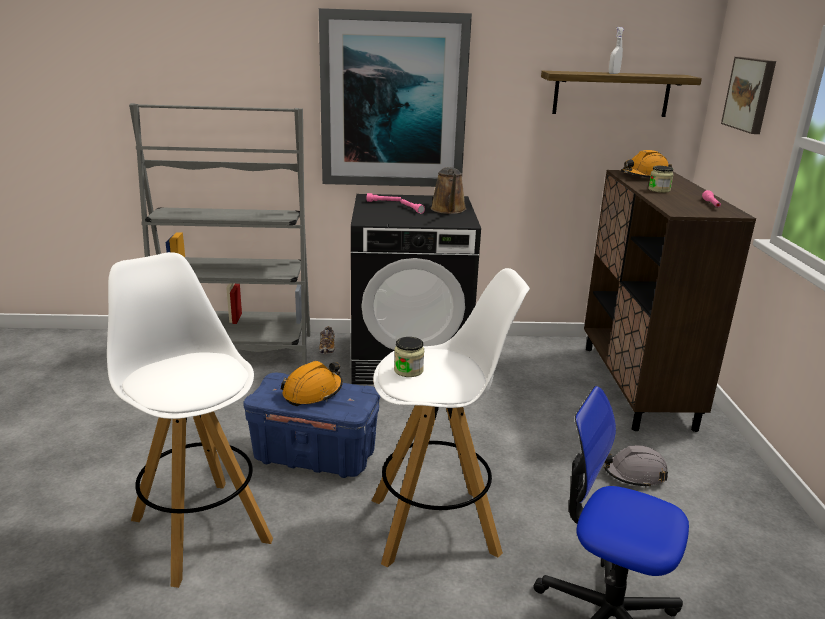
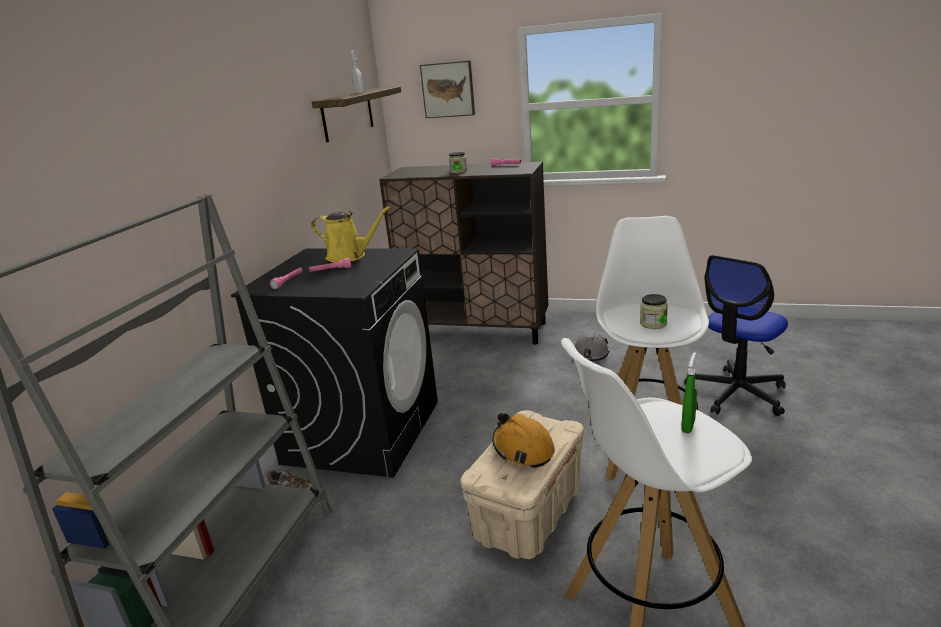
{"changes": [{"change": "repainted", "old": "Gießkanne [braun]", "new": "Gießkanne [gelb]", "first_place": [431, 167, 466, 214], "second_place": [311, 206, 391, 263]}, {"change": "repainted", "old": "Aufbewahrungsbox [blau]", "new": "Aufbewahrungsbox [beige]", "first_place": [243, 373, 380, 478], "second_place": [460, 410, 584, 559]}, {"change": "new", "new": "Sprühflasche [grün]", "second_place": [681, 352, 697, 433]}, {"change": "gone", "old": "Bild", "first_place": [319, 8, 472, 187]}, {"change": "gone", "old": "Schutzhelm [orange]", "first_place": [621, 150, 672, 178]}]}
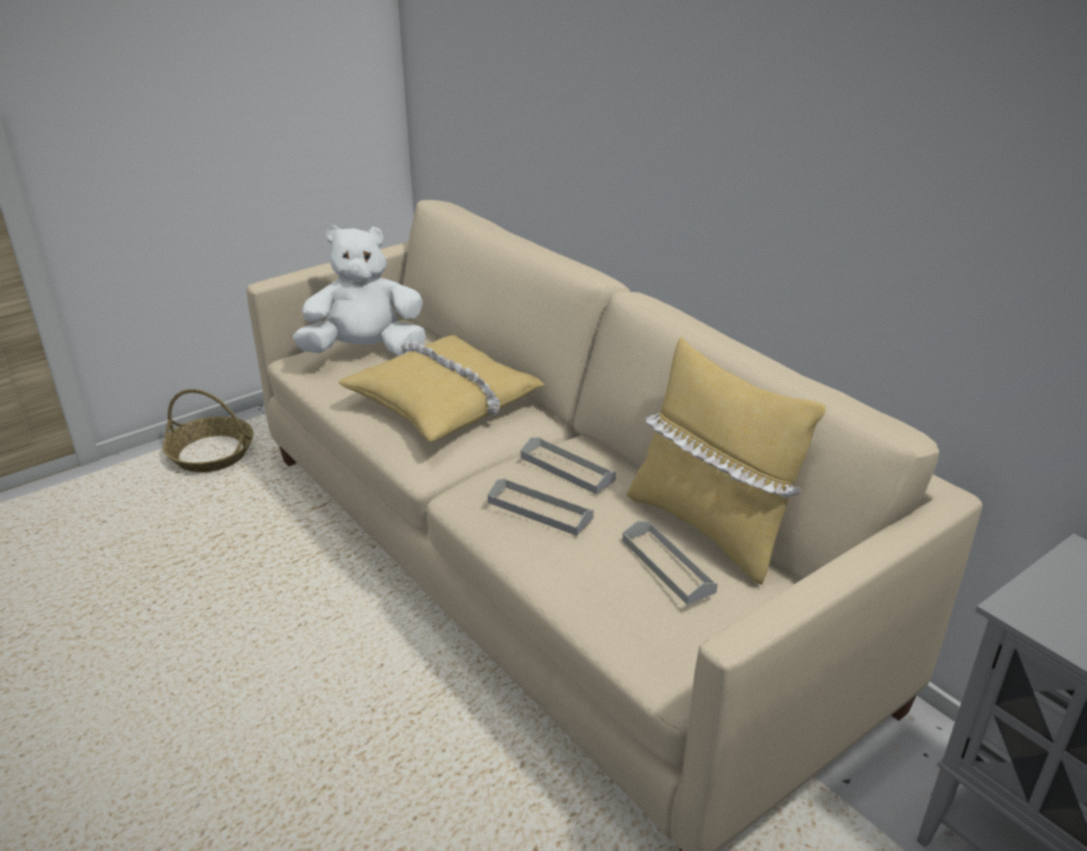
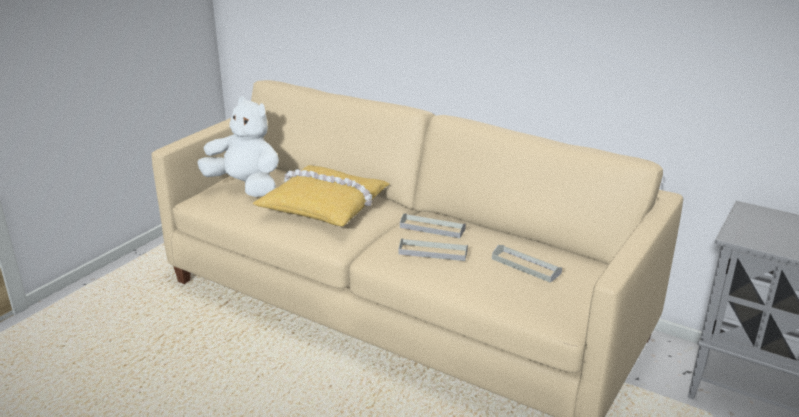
{"changes": [{"change": "rotated", "old": "Plüschtier [weiß]", "first_place": [293, 225, 426, 356], "second_place": [197, 96, 279, 197], "degrees": 60}, {"change": "gone", "old": "Korb", "first_place": [162, 389, 254, 472]}, {"change": "gone", "old": "Kissen [gelb]", "first_place": [627, 337, 826, 585]}]}
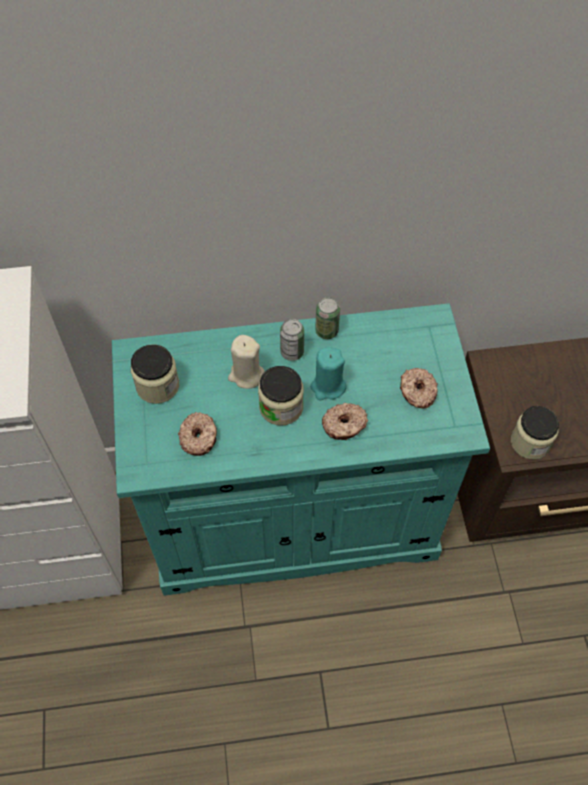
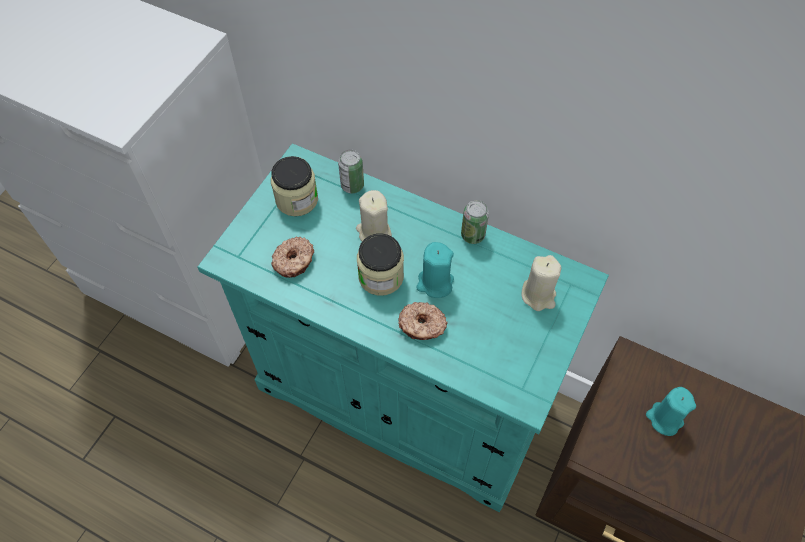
{"changes": [{"change": "shifted", "old": "Dose", "first_place": [280, 319, 304, 361], "second_place": [338, 150, 364, 193]}, {"change": "new", "new": "Kerze [beige]", "second_place": [522, 255, 561, 311]}, {"change": "new", "new": "Kerze [türkis]", "second_place": [646, 387, 696, 436]}, {"change": "gone", "old": "Donut", "first_place": [400, 368, 438, 409]}, {"change": "gone", "old": "Vorratsglas", "first_place": [511, 406, 559, 459]}]}
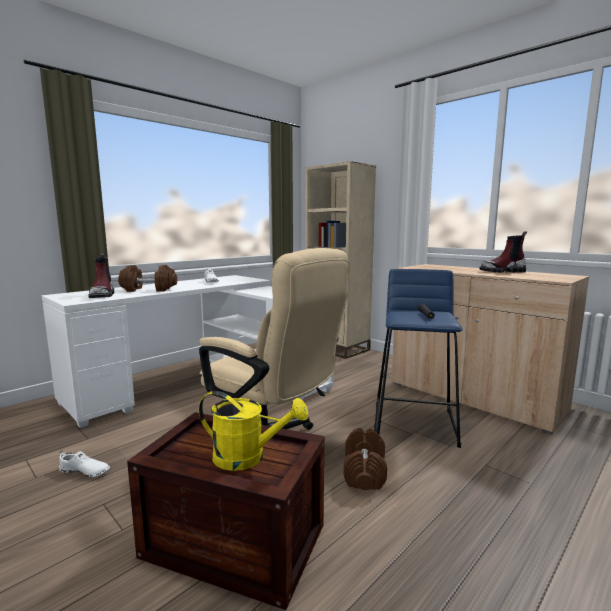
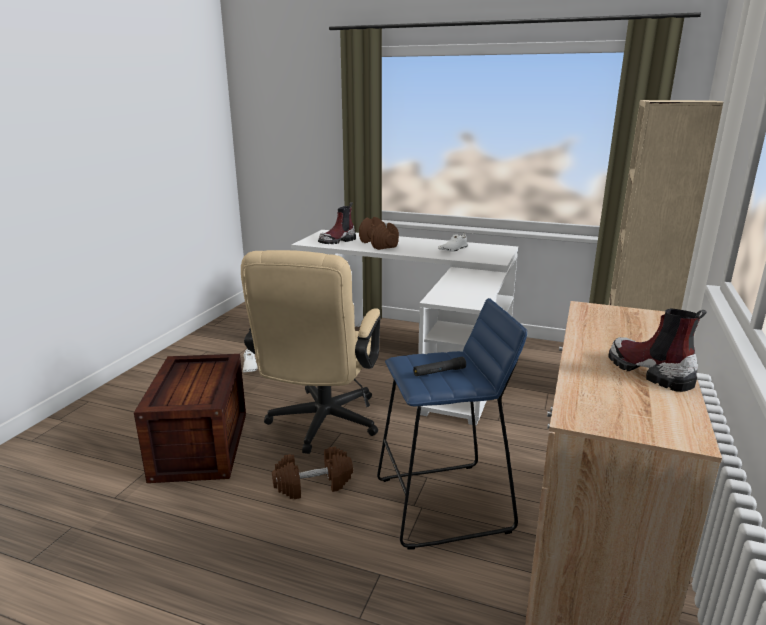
{"changes": [{"change": "gone", "old": "Gießkanne [gelb]", "first_place": [199, 391, 308, 471]}]}
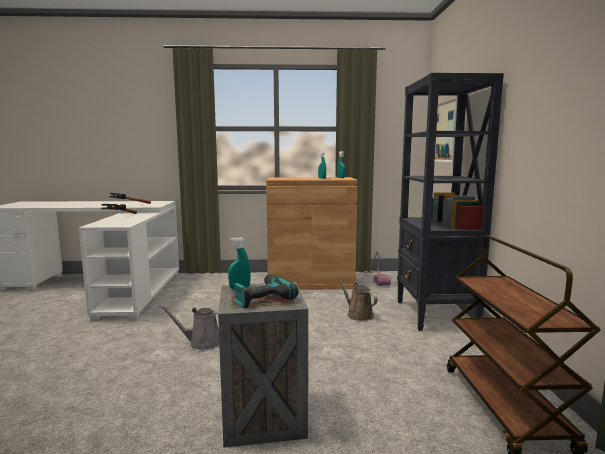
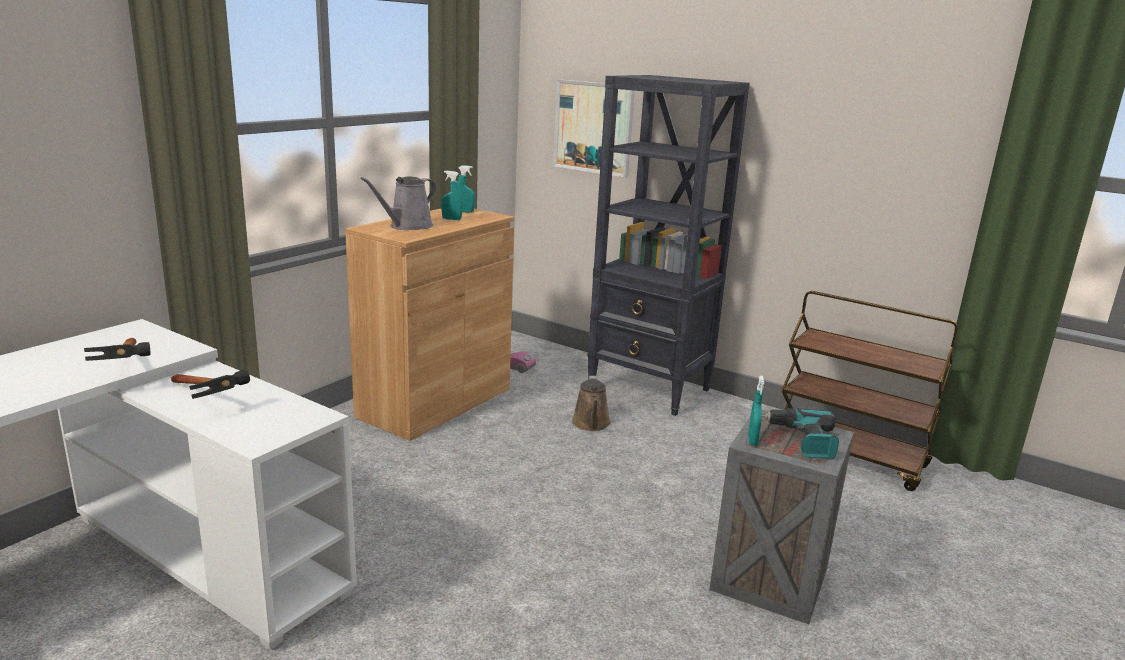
{"changes": [{"change": "shifted", "old": "Gießkanne [grau]", "first_place": [159, 305, 219, 350], "second_place": [360, 176, 436, 230]}, {"change": "rotated", "old": "Gießkanne [braun]", "first_place": [336, 274, 378, 321], "second_place": [572, 376, 611, 431], "degrees": -90}]}
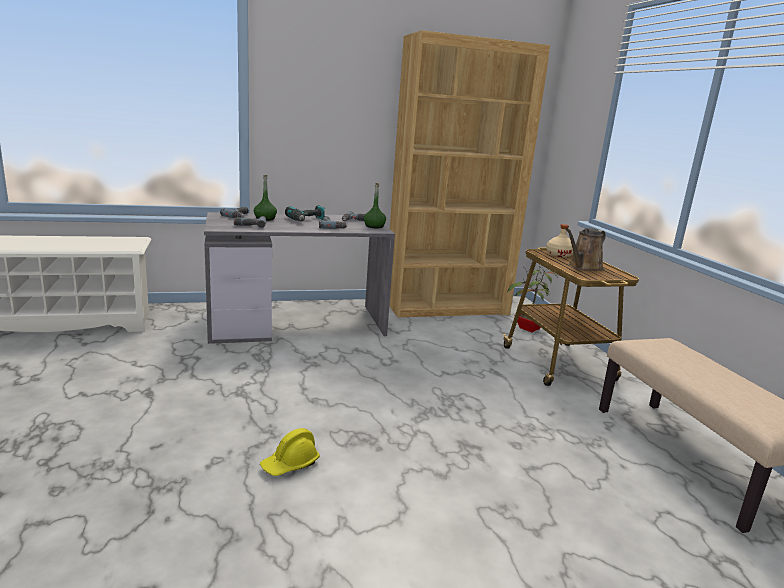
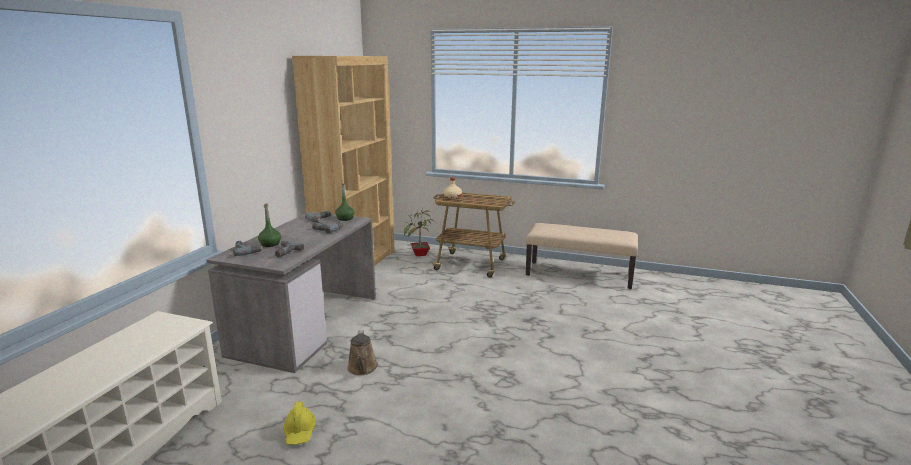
{"changes": [{"change": "shifted", "old": "Schutzhelm [gelb]", "first_place": [260, 428, 320, 476], "second_place": [283, 401, 316, 445]}, {"change": "shifted", "old": "Gießkanne [braun]", "first_place": [566, 228, 606, 271], "second_place": [347, 330, 378, 375]}, {"change": "gone", "old": "Bohrmaschine", "first_place": [285, 205, 325, 221]}]}
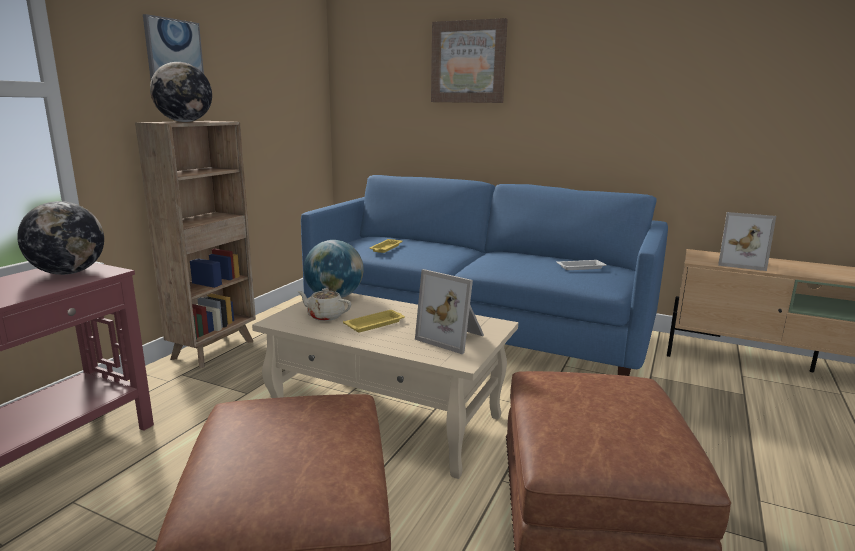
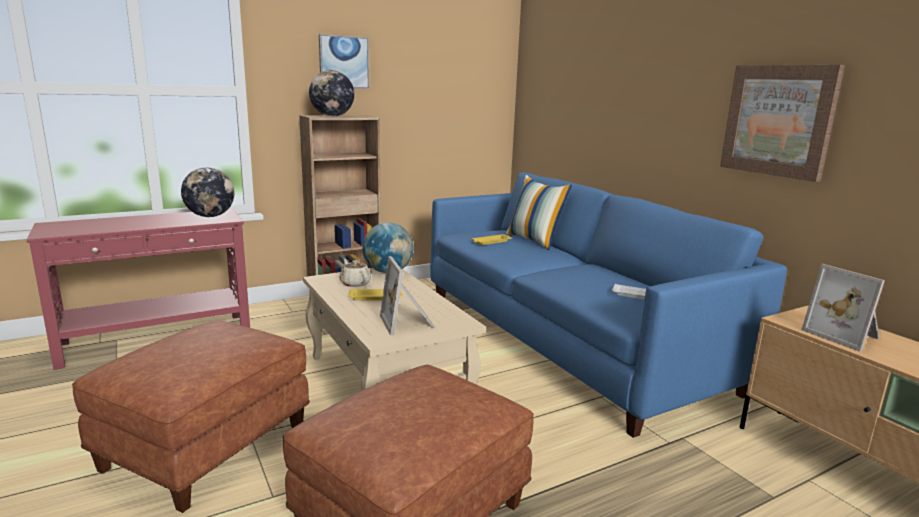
{"changes": [{"change": "new", "new": "Kissen", "second_place": [506, 175, 572, 250]}, {"change": "shifted", "old": "Bild", "first_place": [431, 18, 508, 103], "second_place": [720, 65, 845, 182]}]}
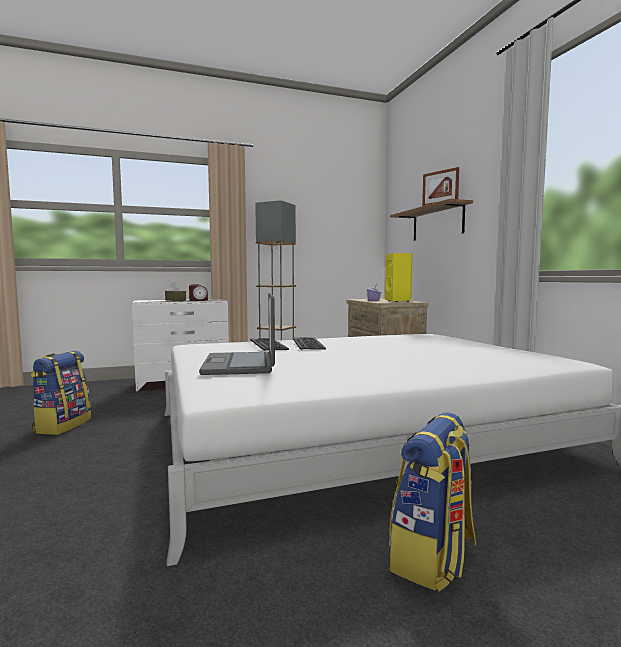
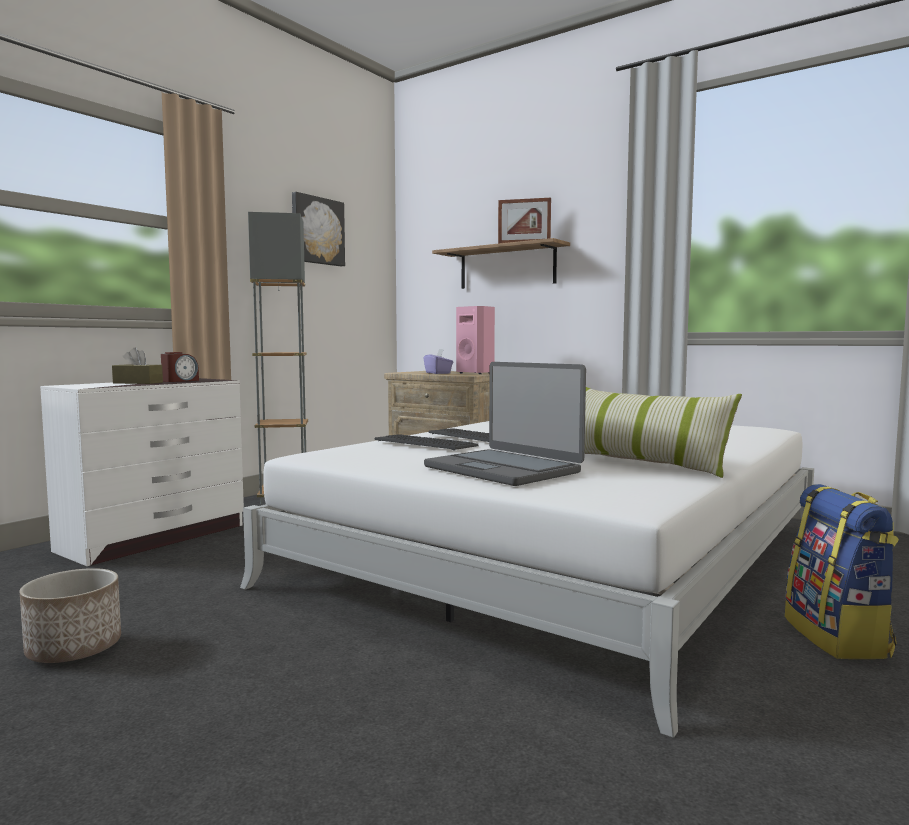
{"changes": [{"change": "swapped", "old": "Rucksack", "new": "Pflanzkübel", "first_place": [31, 351, 91, 435], "second_place": [19, 568, 121, 663]}, {"change": "new", "new": "Bild", "second_place": [292, 192, 345, 266]}, {"change": "repainted", "old": "Lautsprecher [gelb]", "new": "Lautsprecher [rosa]", "first_place": [385, 253, 412, 302], "second_place": [456, 306, 495, 374]}, {"change": "new", "new": "Kissen", "second_place": [584, 387, 742, 478]}]}
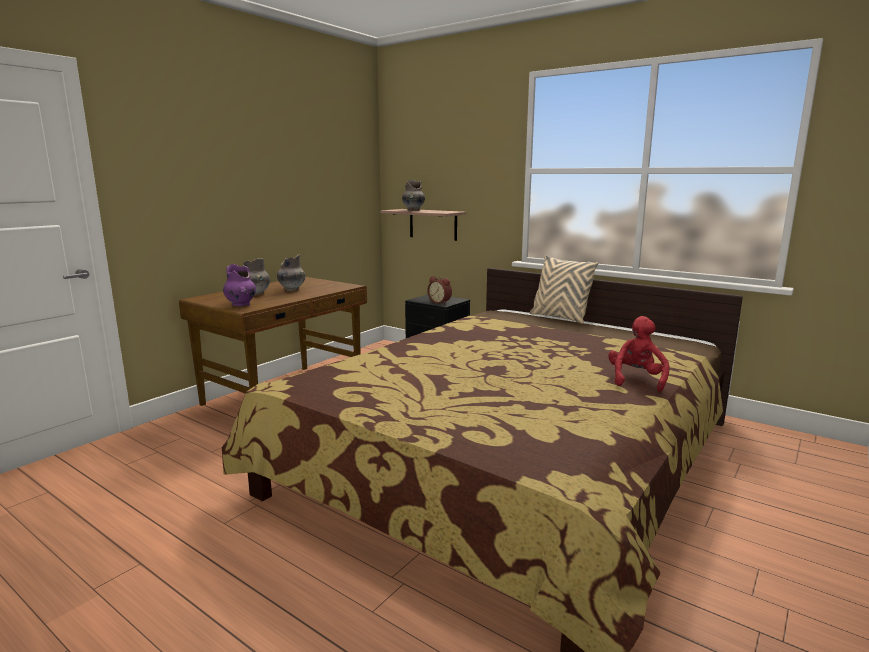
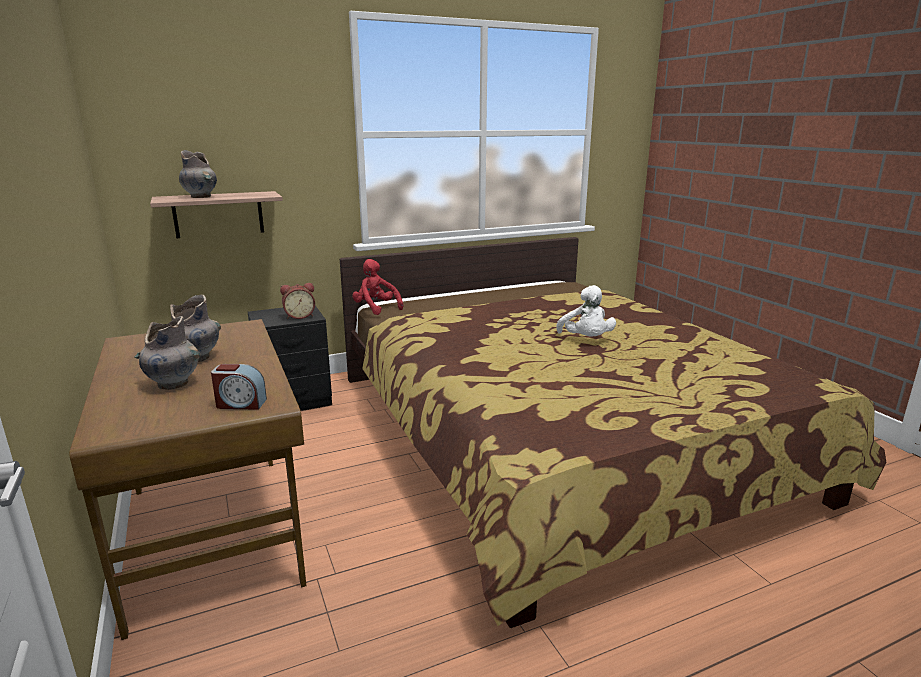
{"changes": [{"change": "swapped", "old": "Vase [lila]", "new": "Wecker", "first_place": [223, 264, 256, 307], "second_place": [211, 364, 267, 410]}, {"change": "shifted", "old": "Plüschtier [rot]", "first_place": [608, 316, 669, 392], "second_place": [352, 259, 403, 315]}, {"change": "new", "new": "Plüschtier [weiß]", "second_place": [556, 285, 616, 337]}, {"change": "gone", "old": "Kissen [beige]", "first_place": [530, 255, 599, 324]}]}
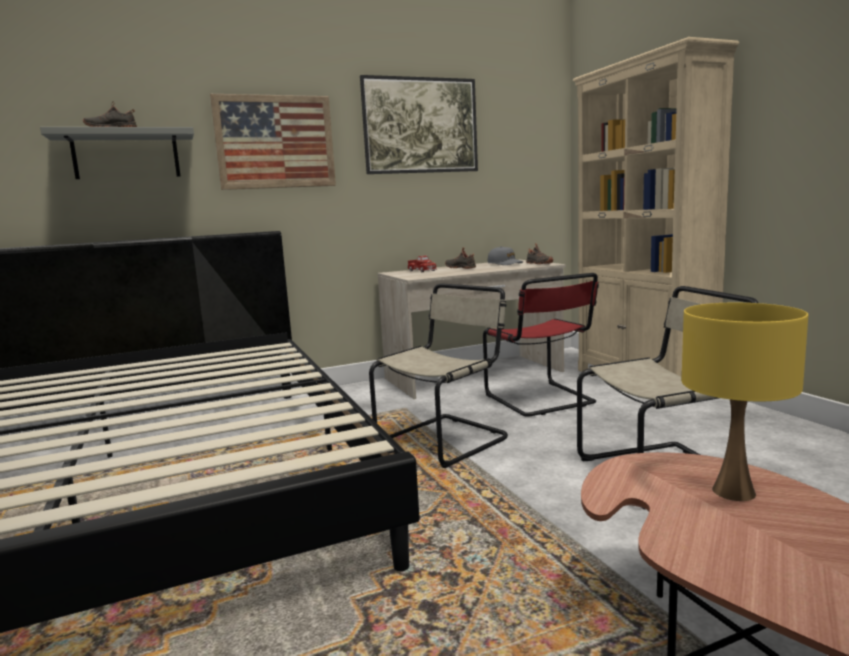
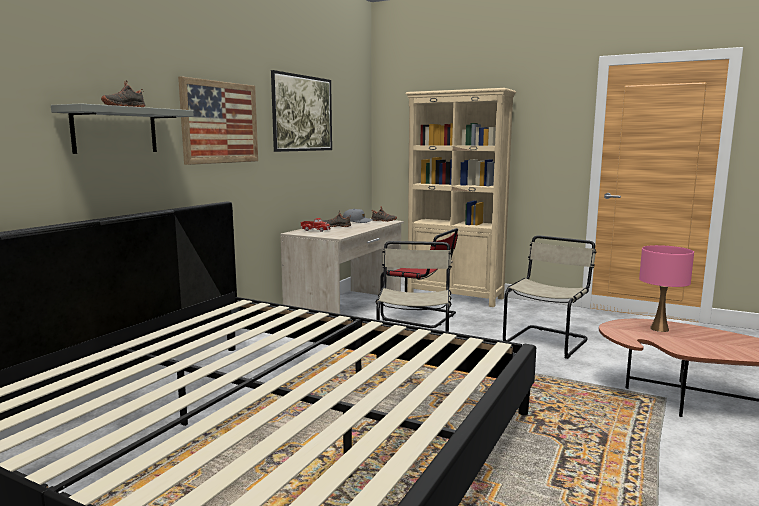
{"changes": [{"change": "repainted", "old": "Tischlampe [gelb]", "new": "Tischlampe [rosa]", "first_place": [682, 303, 808, 501], "second_place": [639, 245, 694, 332]}]}
